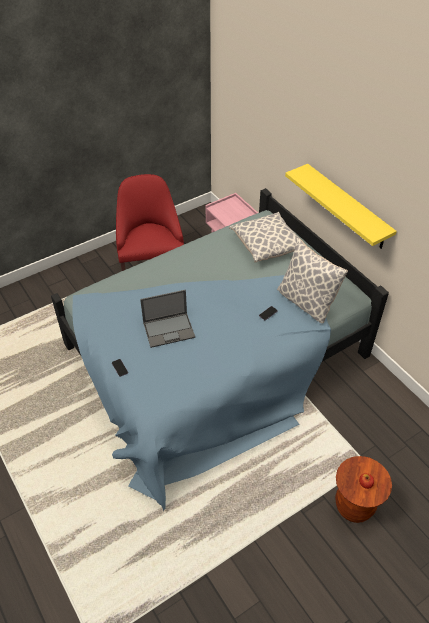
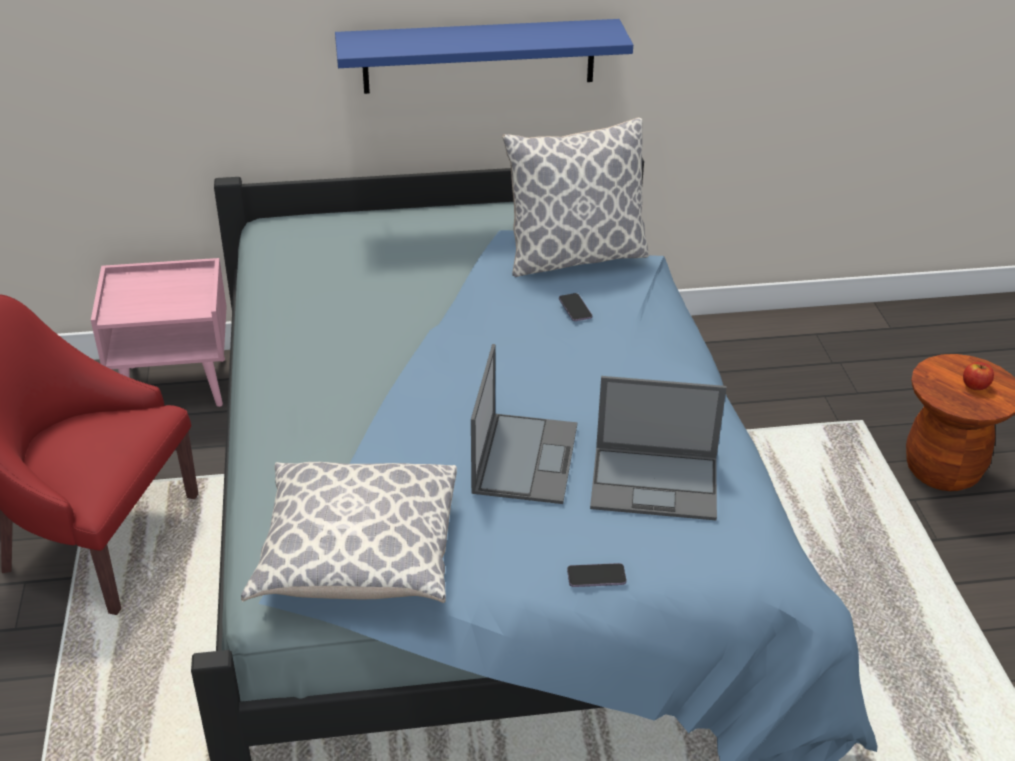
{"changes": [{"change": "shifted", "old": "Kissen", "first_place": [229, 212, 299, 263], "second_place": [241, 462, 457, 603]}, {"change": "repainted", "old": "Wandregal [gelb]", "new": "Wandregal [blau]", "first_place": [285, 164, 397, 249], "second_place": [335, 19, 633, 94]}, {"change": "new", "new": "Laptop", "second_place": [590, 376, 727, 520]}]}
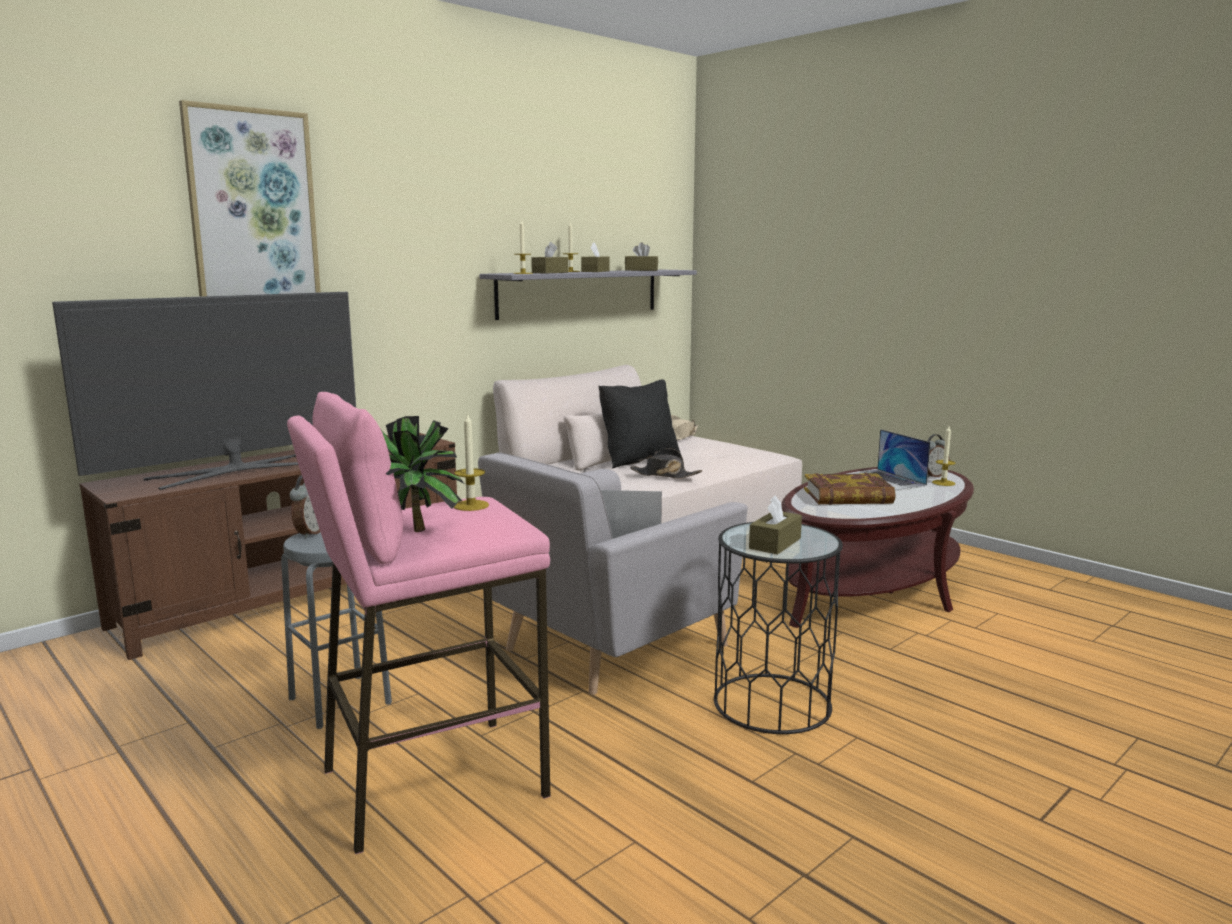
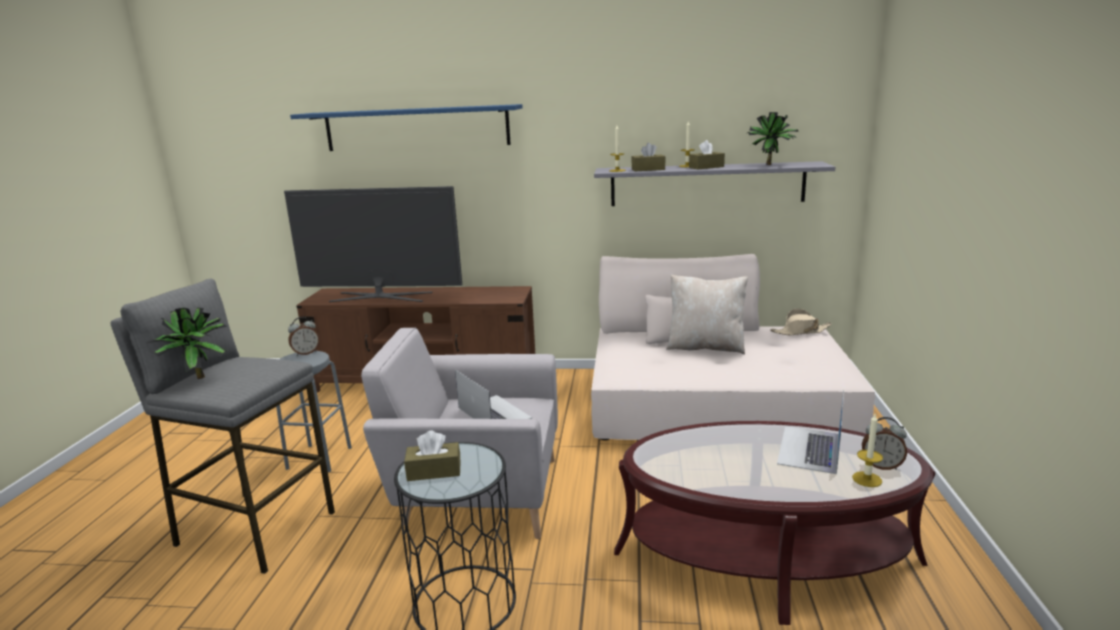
{"changes": [{"change": "repainted", "old": "Hocker [rosa]", "new": "Hocker [grau]", "first_place": [287, 392, 551, 854], "second_place": [110, 279, 335, 574]}, {"change": "swapped", "old": "Bild", "new": "Wandregal [blau]", "first_place": [179, 100, 321, 297], "second_place": [290, 104, 523, 151]}, {"change": "repainted", "old": "Kissen [schwarz]", "new": "Kissen [beige]", "first_place": [599, 379, 681, 468], "second_place": [666, 274, 748, 354]}, {"change": "swapped", "old": "Taschentuchbox [braun]", "new": "Topfpflanze", "first_place": [625, 242, 658, 271], "second_place": [747, 112, 799, 165]}, {"change": "gone", "old": "Kerze", "first_place": [454, 412, 489, 511]}, {"change": "gone", "old": "Hut [schwarz]", "first_place": [630, 448, 702, 479]}, {"change": "gone", "old": "Buch", "first_place": [804, 473, 896, 505]}]}
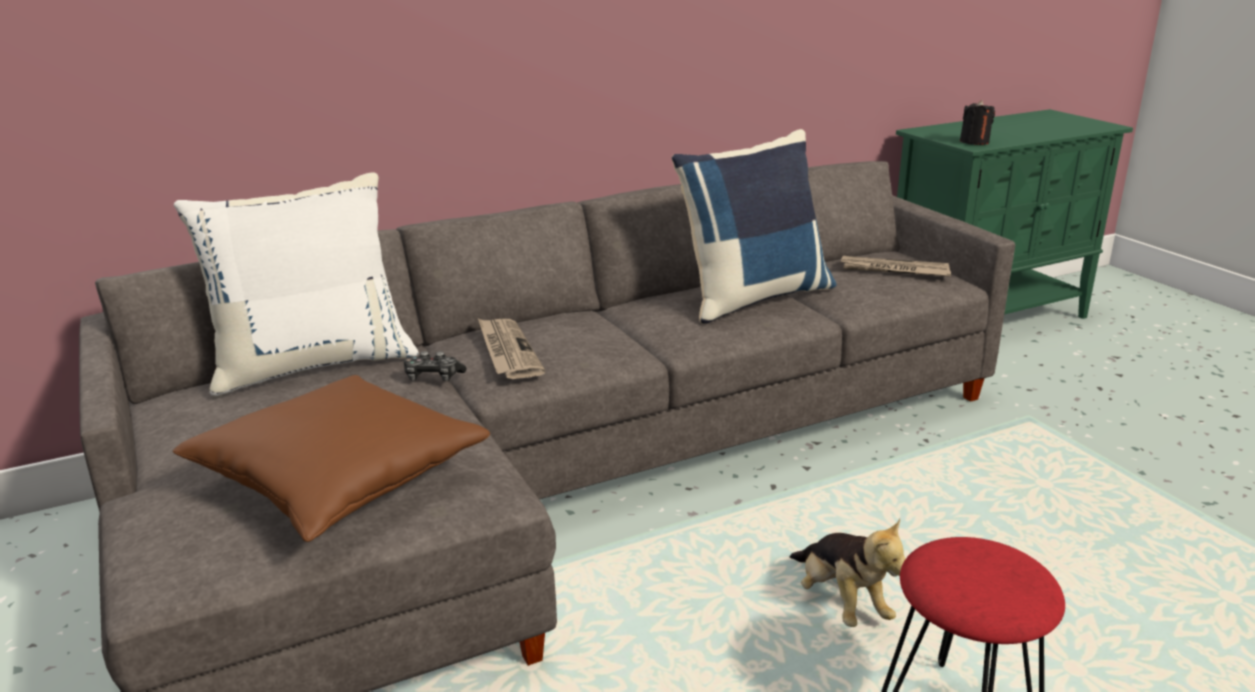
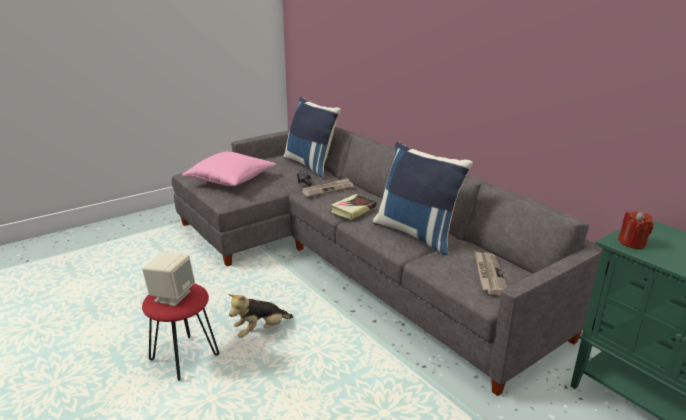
{"changes": [{"change": "new", "new": "Lautsprecher [beige]", "second_place": [142, 254, 195, 306]}, {"change": "repainted", "old": "Kissen [braun]", "new": "Kissen [rosa]", "first_place": [173, 375, 490, 542], "second_place": [182, 151, 276, 186]}, {"change": "repainted", "old": "Kissen [weiß]", "new": "Kissen [blau]", "first_place": [174, 172, 419, 396], "second_place": [283, 97, 341, 177]}, {"change": "new", "new": "Buch", "second_place": [331, 194, 377, 220]}, {"change": "repainted", "old": "Kerze [schwarz]", "new": "Kerze [rot]", "first_place": [960, 100, 995, 145], "second_place": [618, 211, 653, 249]}]}
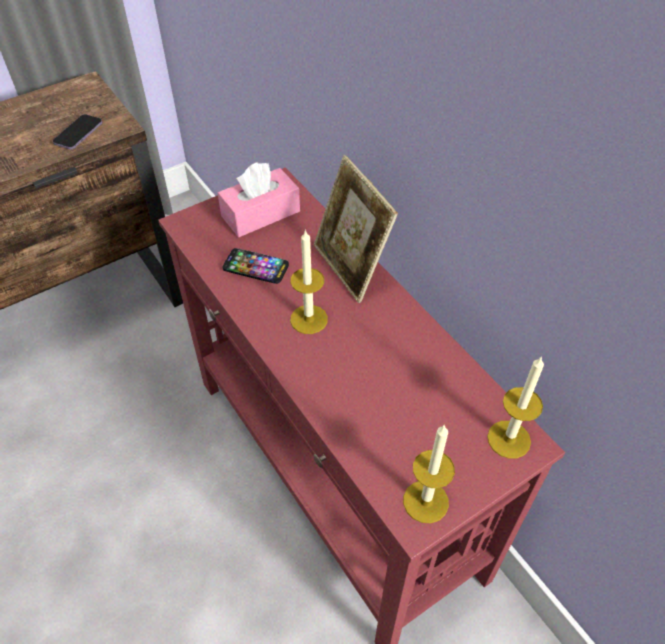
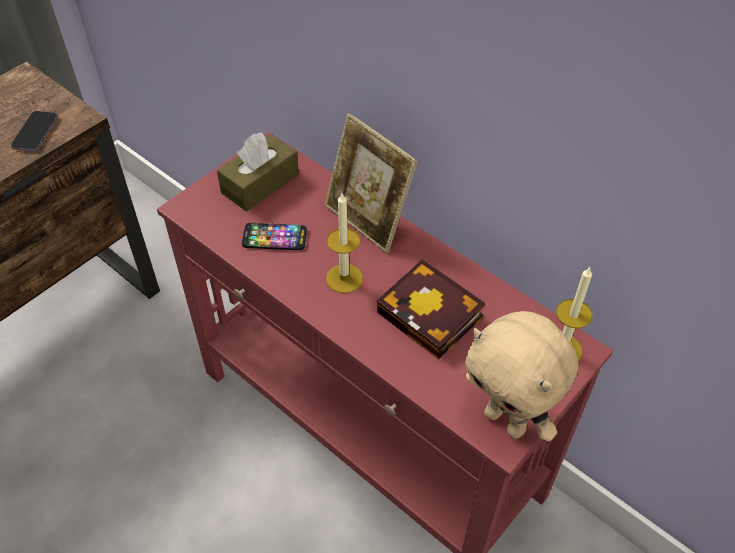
{"changes": [{"change": "repainted", "old": "Taschentuchbox [rosa]", "new": "Taschentuchbox [braun]", "first_place": [217, 162, 300, 237], "second_place": [217, 132, 299, 211]}, {"change": "new", "new": "Buch", "second_place": [377, 259, 485, 359]}, {"change": "swapped", "old": "Kerze", "new": "Plüschtier [beige]", "first_place": [403, 424, 455, 523], "second_place": [465, 311, 578, 441]}]}
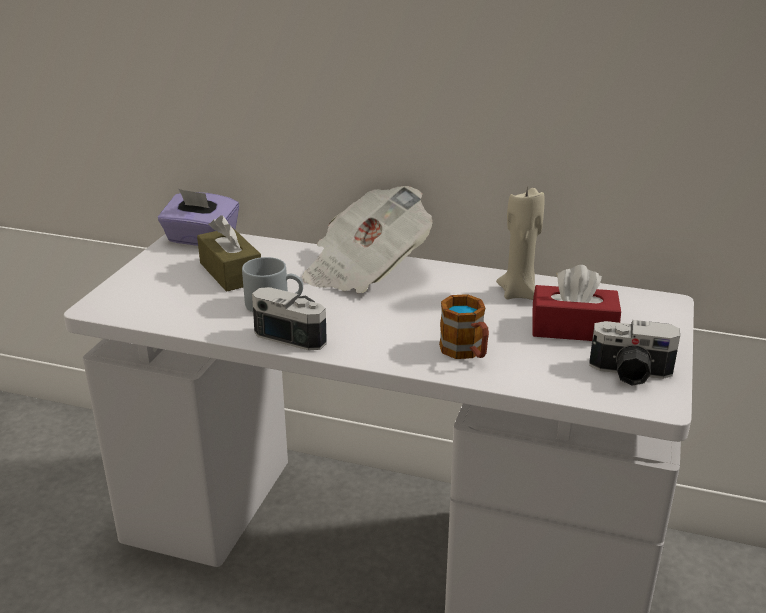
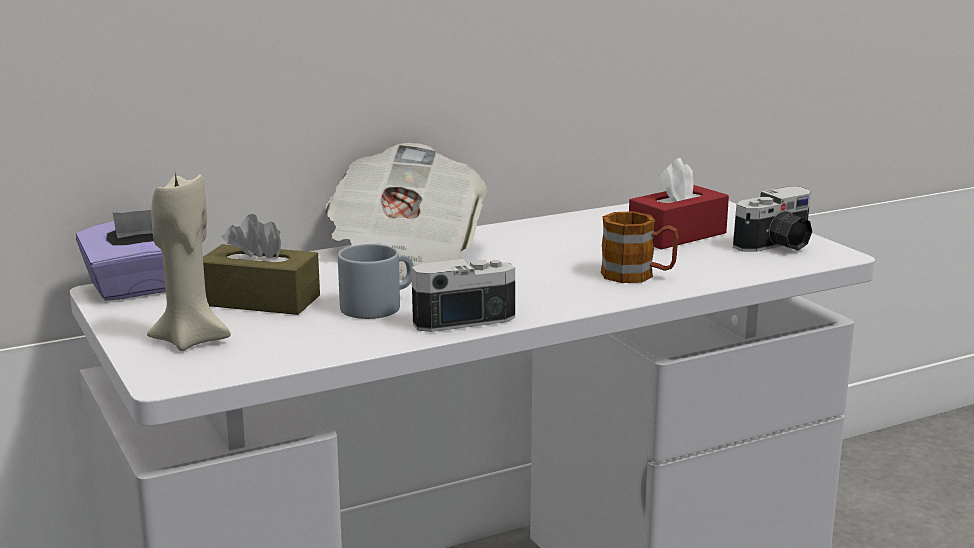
{"changes": [{"change": "shifted", "old": "Kerze [beige]", "first_place": [496, 188, 545, 300], "second_place": [147, 172, 231, 351]}]}
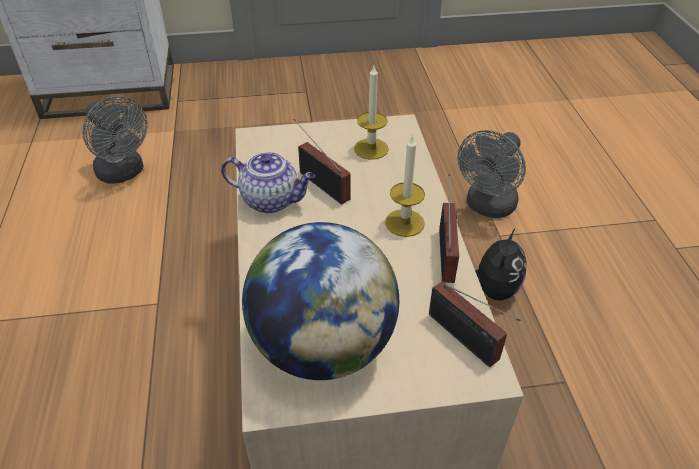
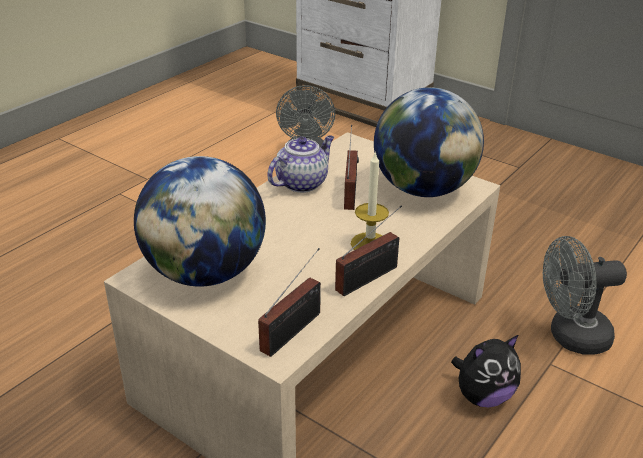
{"changes": [{"change": "rotated", "old": "Radio", "first_place": [429, 281, 520, 367], "second_place": [258, 248, 321, 357], "degrees": -150}, {"change": "rotated", "old": "Teekanne", "first_place": [221, 152, 315, 213], "second_place": [267, 136, 334, 193], "degrees": -105}, {"change": "swapped", "old": "Kerze", "new": "Globus", "first_place": [354, 66, 389, 160], "second_place": [374, 87, 484, 197]}]}
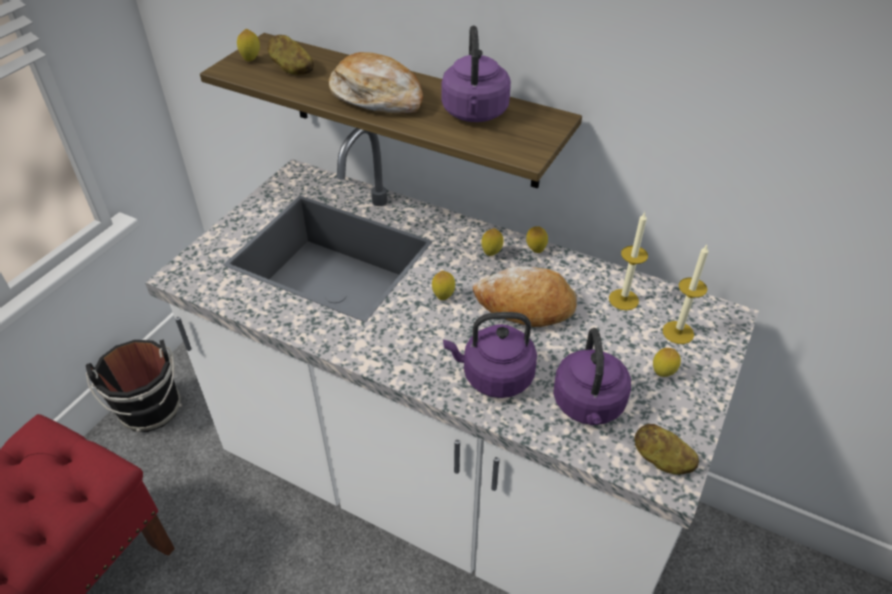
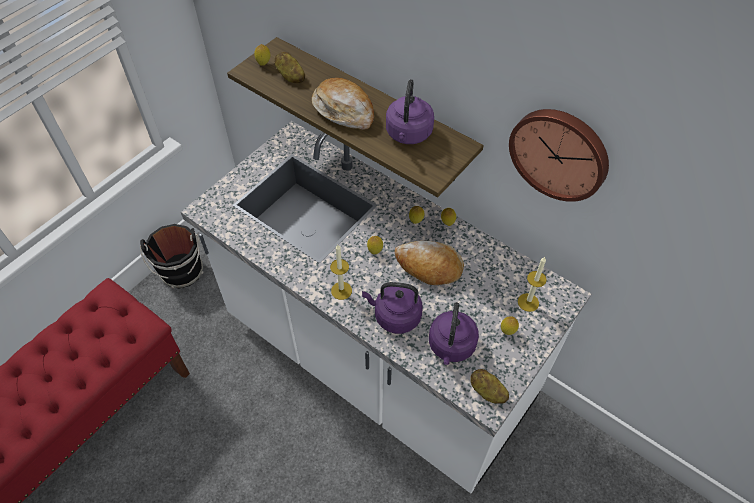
{"changes": [{"change": "shifted", "old": "Kerze", "first_place": [609, 212, 648, 311], "second_place": [330, 245, 352, 300]}, {"change": "new", "new": "Wanduhr", "second_place": [509, 109, 609, 202]}]}
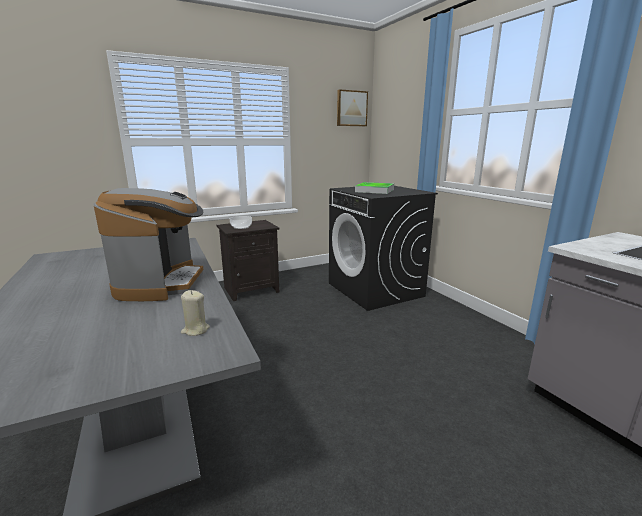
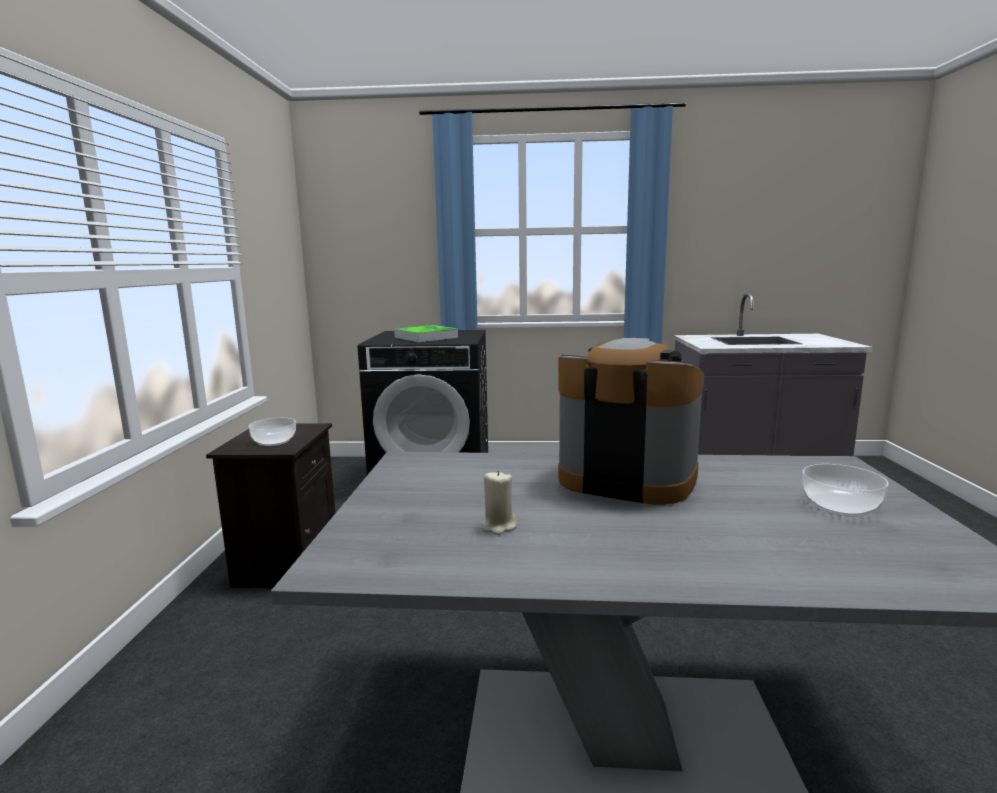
{"changes": [{"change": "shifted", "old": "Kerze [beige]", "first_place": [181, 290, 210, 336], "second_place": [483, 470, 517, 535]}, {"change": "new", "new": "Schüssel", "second_place": [802, 464, 889, 517]}, {"change": "gone", "old": "Bild", "first_place": [337, 89, 368, 126]}]}
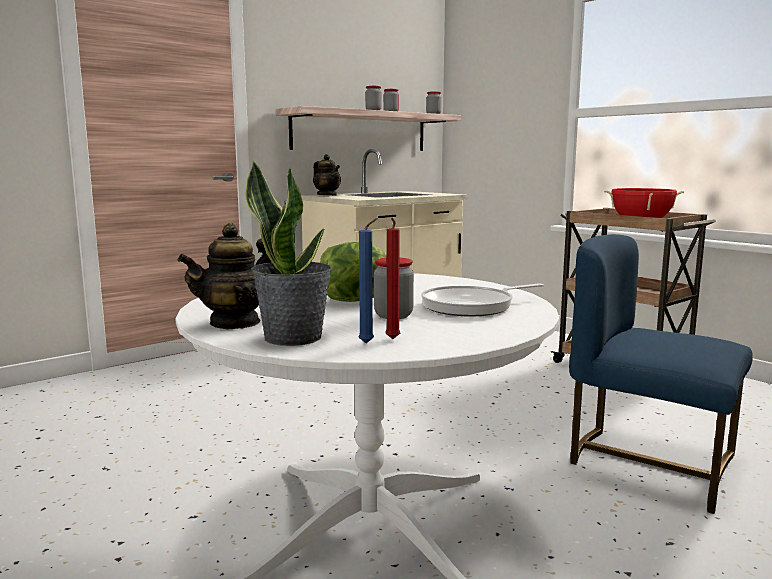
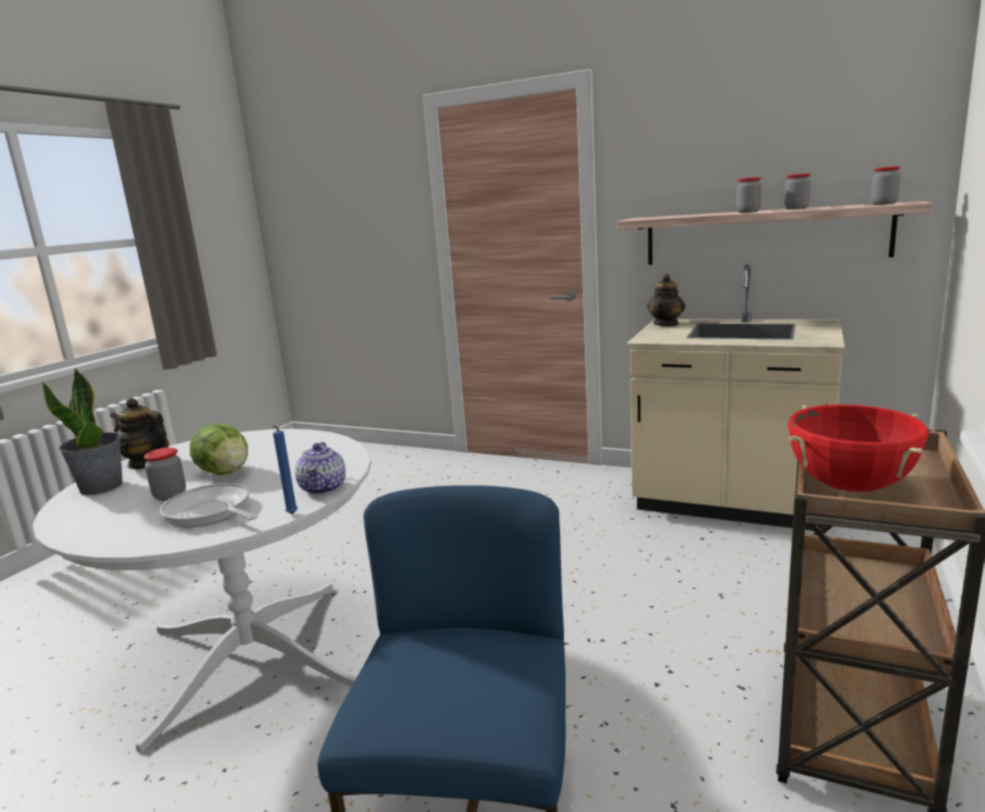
{"changes": [{"change": "shifted", "old": "Kerze [blau]", "first_place": [358, 218, 378, 344], "second_place": [273, 426, 298, 514]}, {"change": "new", "new": "Teekanne", "second_place": [295, 442, 346, 495]}, {"change": "gone", "old": "Kerze [rot]", "first_place": [385, 218, 400, 339]}]}
